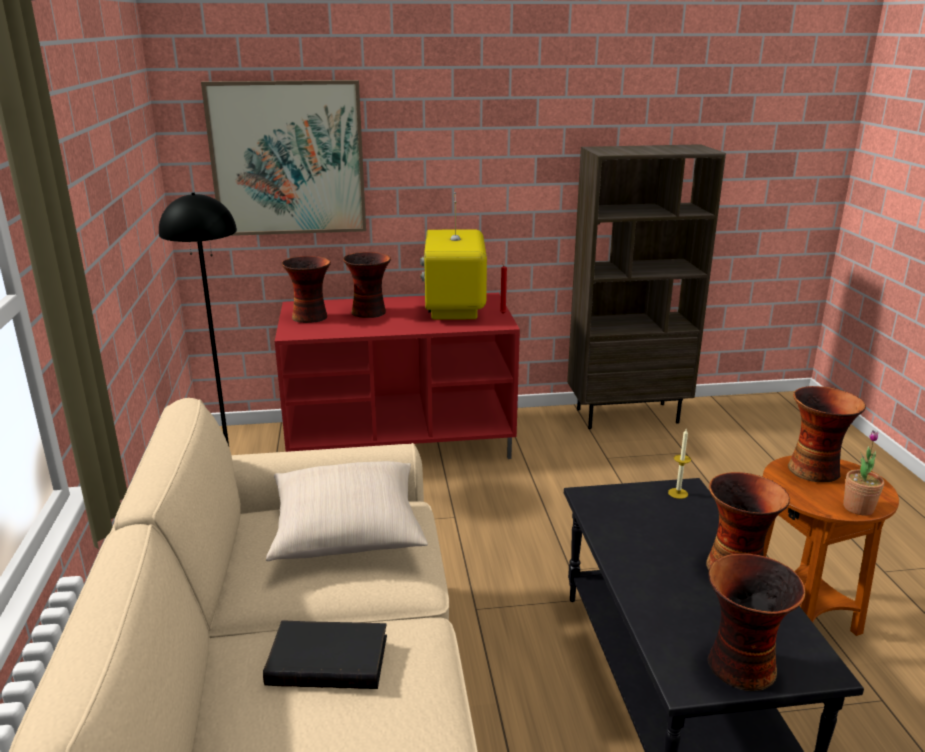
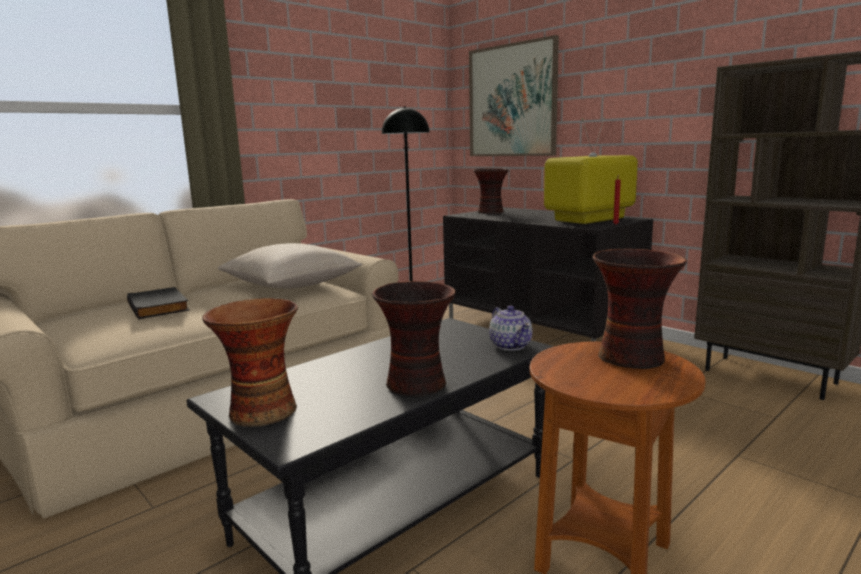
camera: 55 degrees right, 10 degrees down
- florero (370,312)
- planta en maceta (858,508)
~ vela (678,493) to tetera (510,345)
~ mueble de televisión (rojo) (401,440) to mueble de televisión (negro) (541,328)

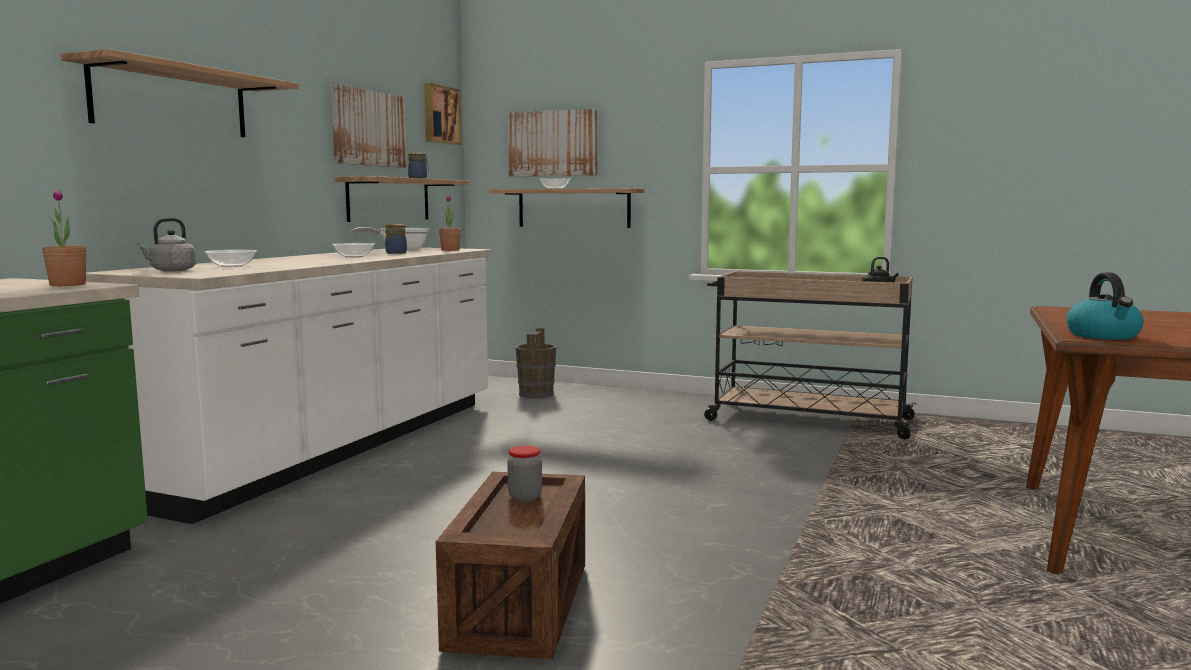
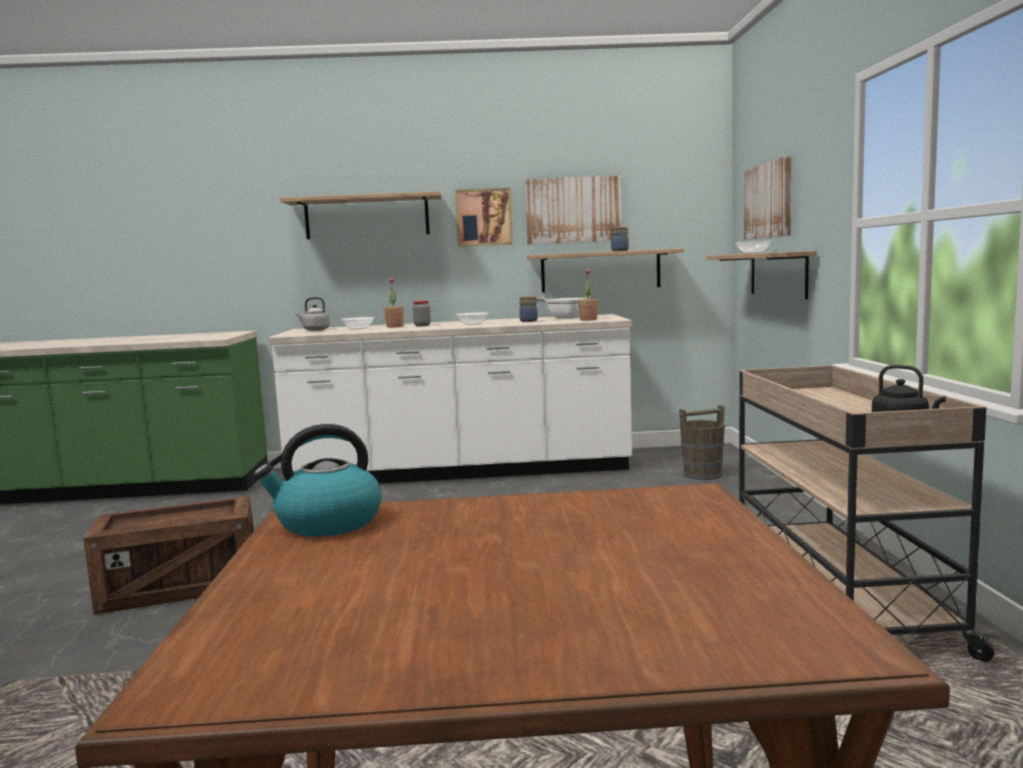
camera: 65 degrees right, 0 degrees up
~ planta en maceta (67,285) to (394,327)
~ cuadro (440,115) to (483,217)
~ tarro (525,497) to (422,325)

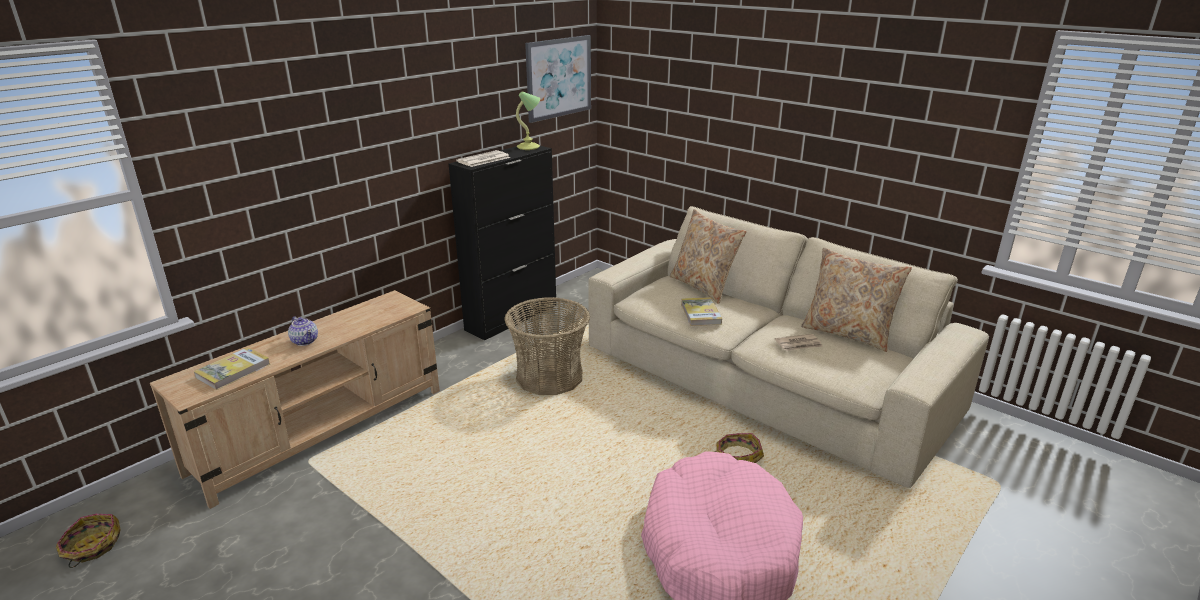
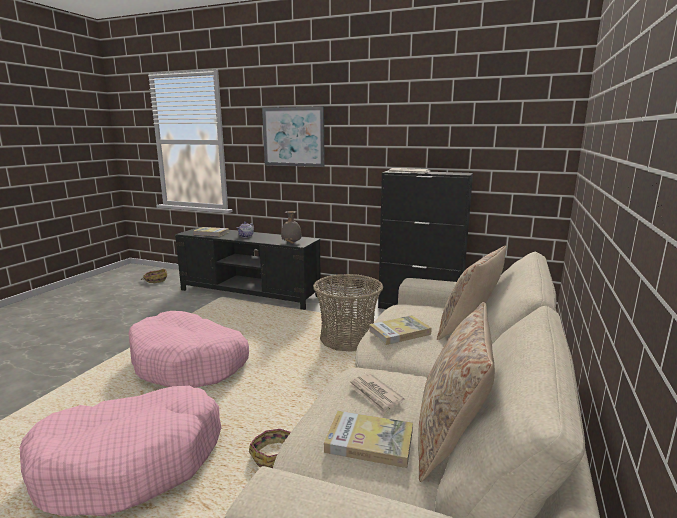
camera: 70 degrees right, 10 degrees down
- lámpara de mesa (529,147)
+ cama para perro (rosa) (189,363)
+ florero (gris) (291,243)
+ libro (369,441)
~ cuadro (559,77) to (293,137)
~ mueble de televisión (beis) (322,430) to mueble de televisión (negro) (250,293)

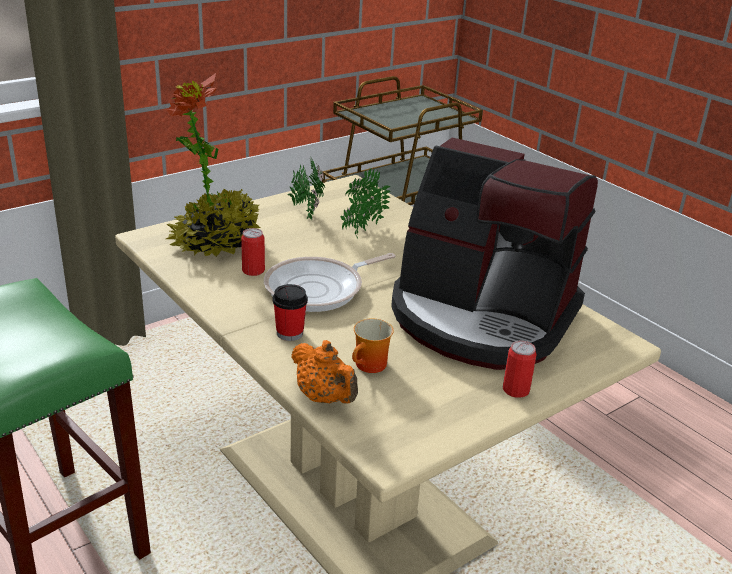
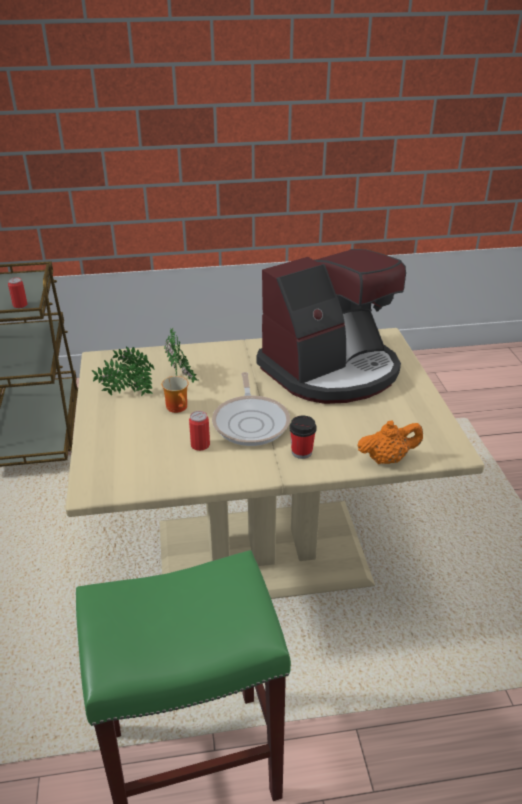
camera: 60 degrees left, 5 degrees up
- planta en maceta (215,242)
~ taza grande (371,367) to (179,407)
~ lata (516,390) to (20,305)

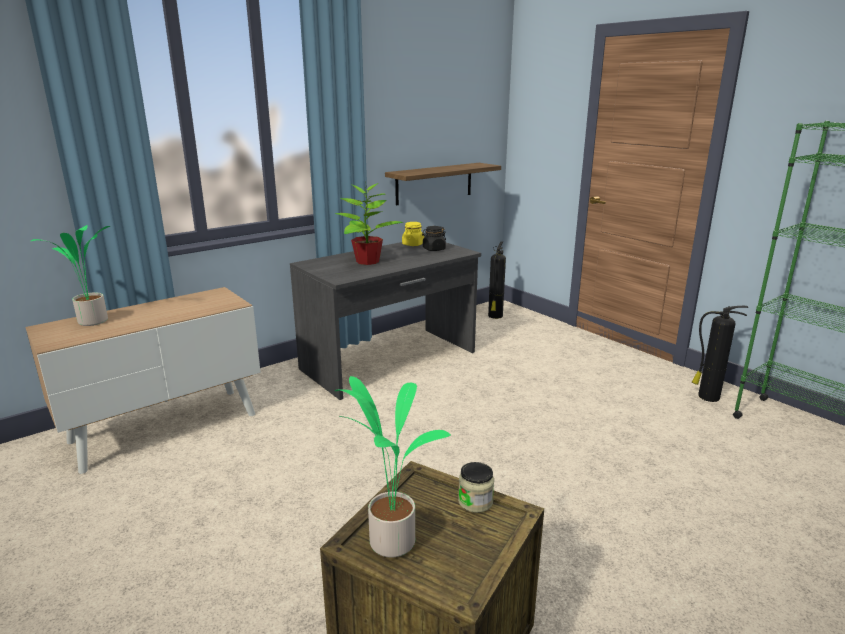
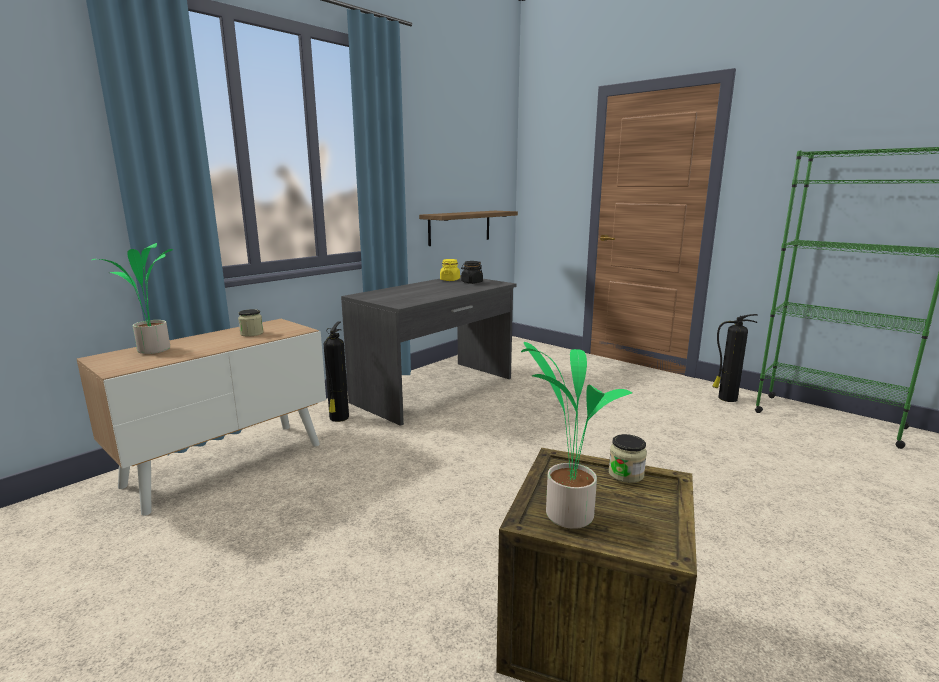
camera: 10 degrees left, 5 degrees down
- planta en maceta (367,261)
+ tarro (252,333)
~ extintor (495,316) to (338,418)

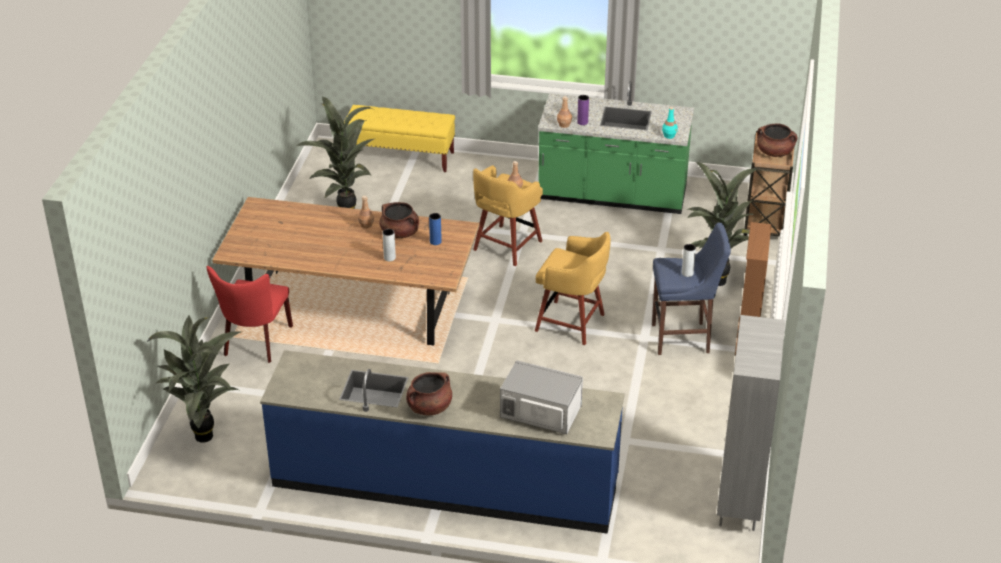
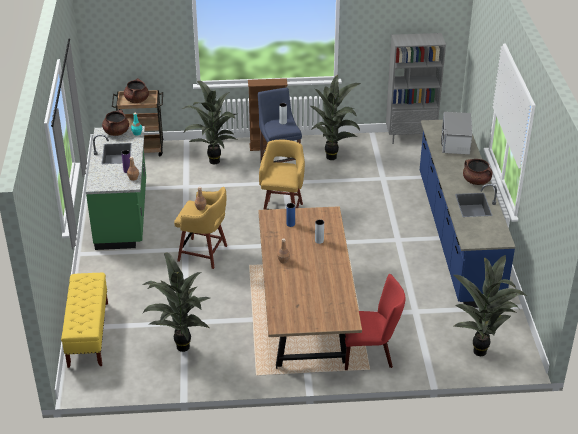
camera: 105 degrees left, 0 degrees up
+ planta en maceta (333,156)
~ olla (marrón) (400,233) to (116,132)

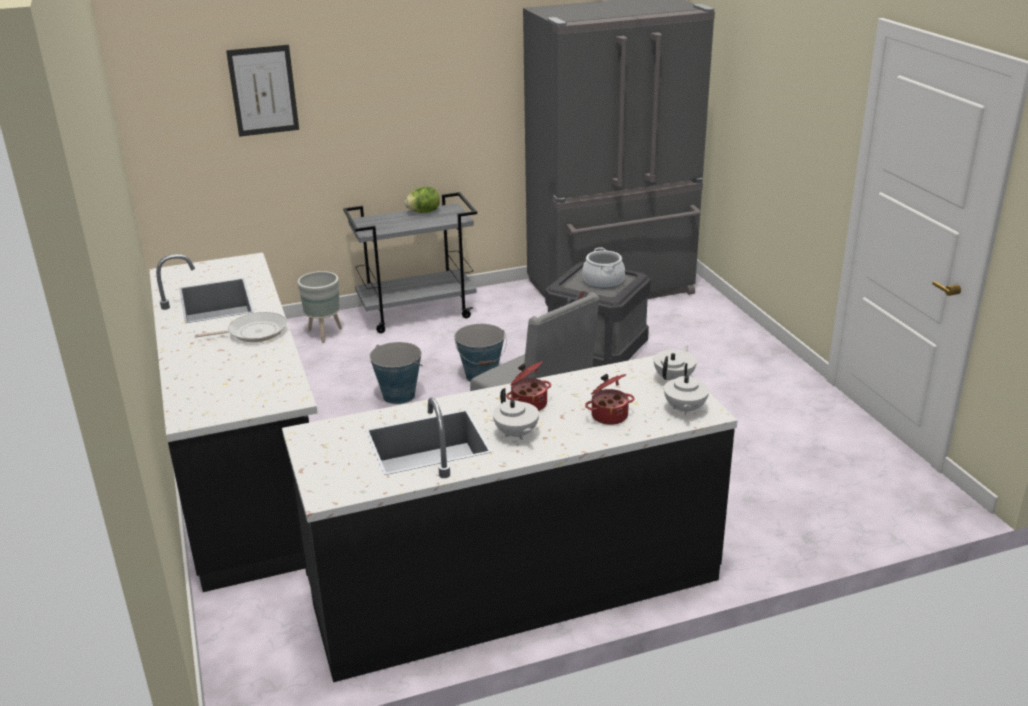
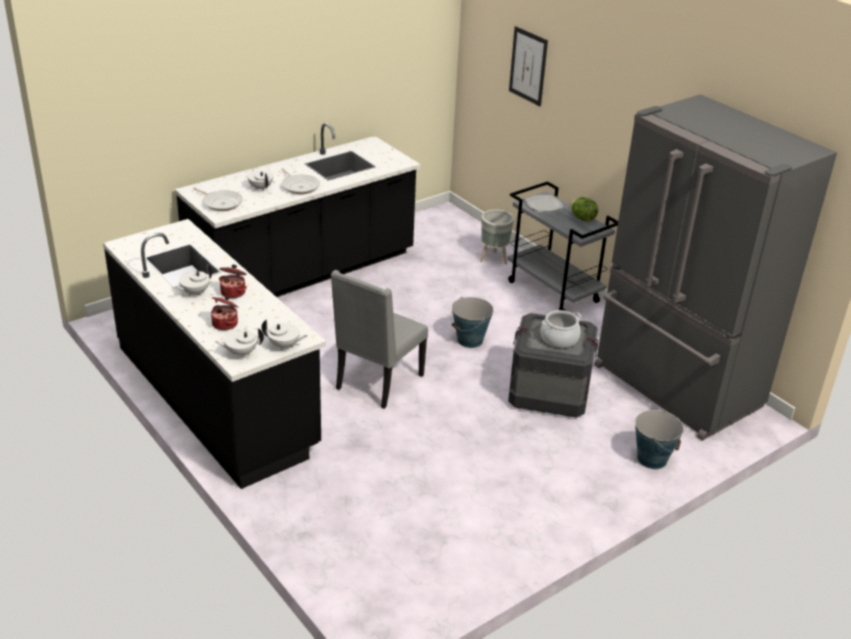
camera: 70 degrees right, 5 degrees up
+ sartén (221,203)
+ tetera (blanco) (261,187)
+ plato (543,205)
~ cubo (398,395) to (652,459)

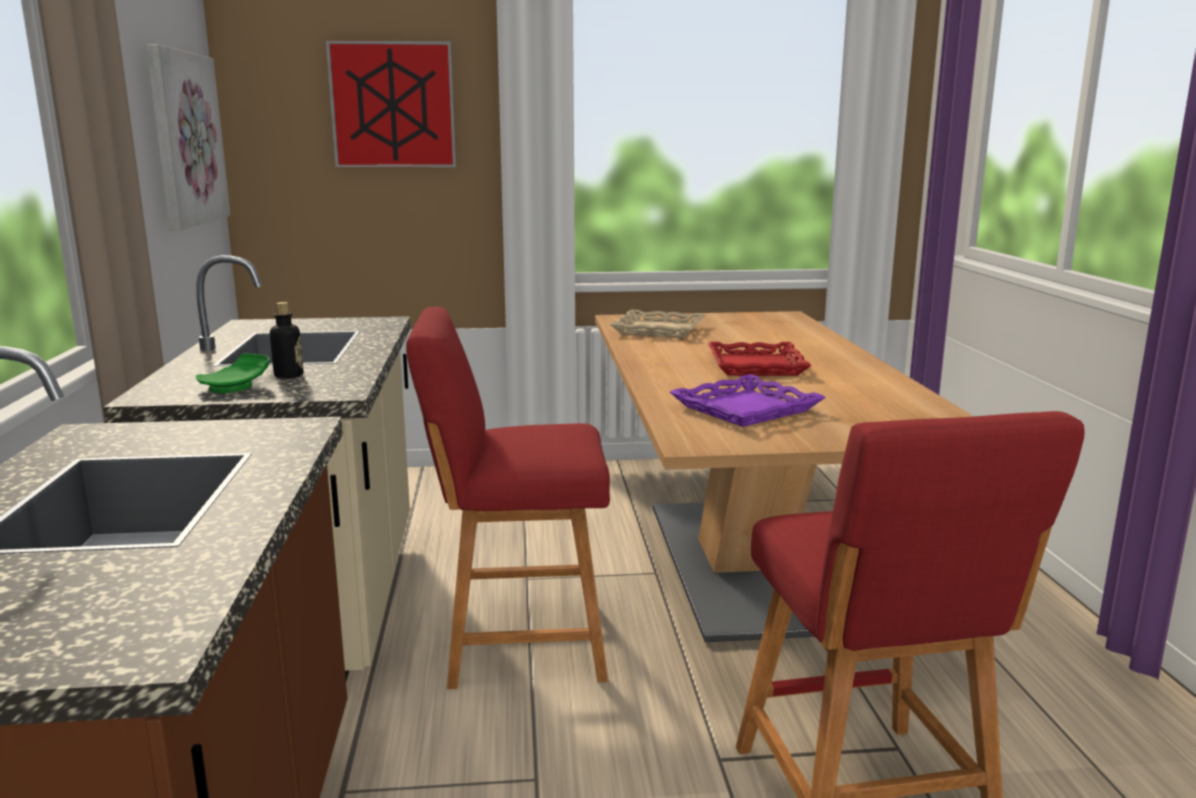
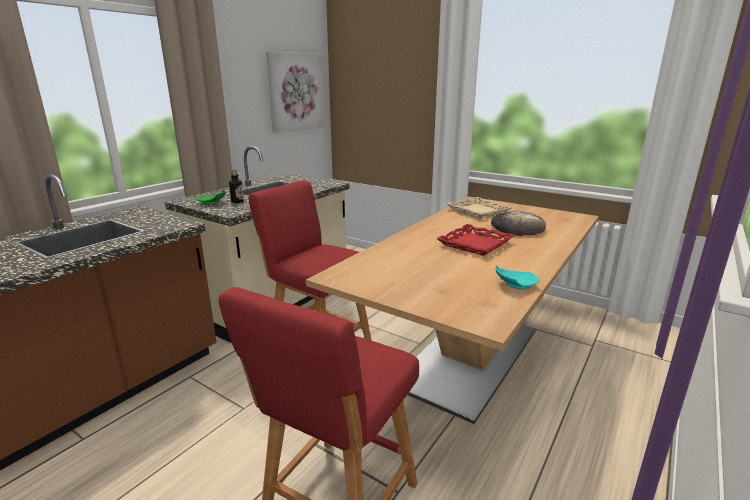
camera: 40 degrees right, 5 degrees up
- cuadro (393,105)
- bandeja (morado) (745,408)
+ pan (517,228)
+ plato (turquesa) (514,284)

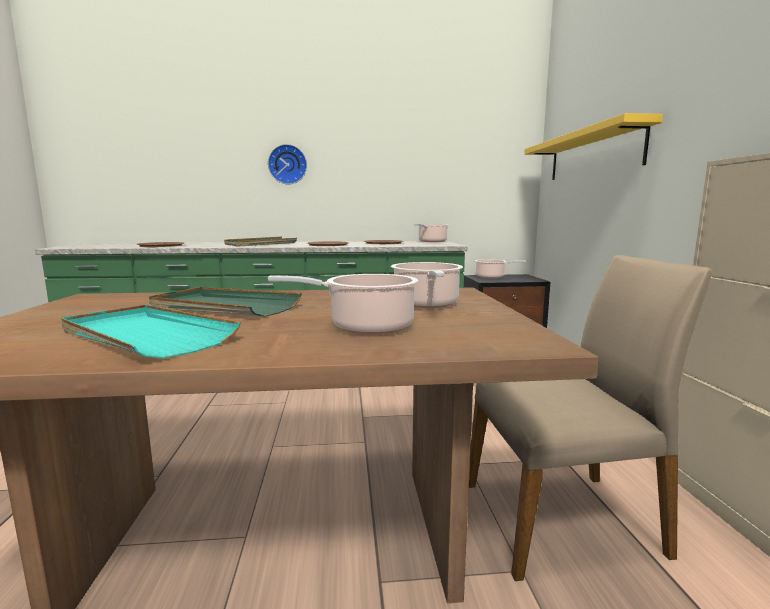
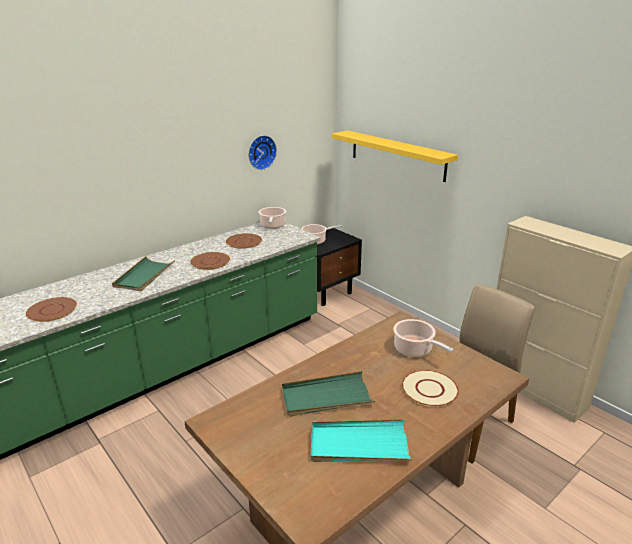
camera: 35 degrees left, 15 degrees up
~ reloj de pared (287,164) to (261,152)
~ olla (366,327) to plato (beis) (429,389)

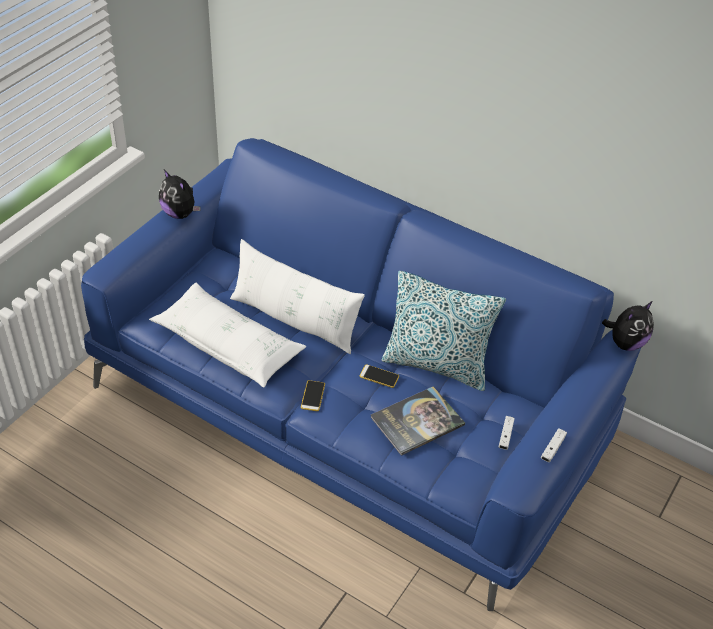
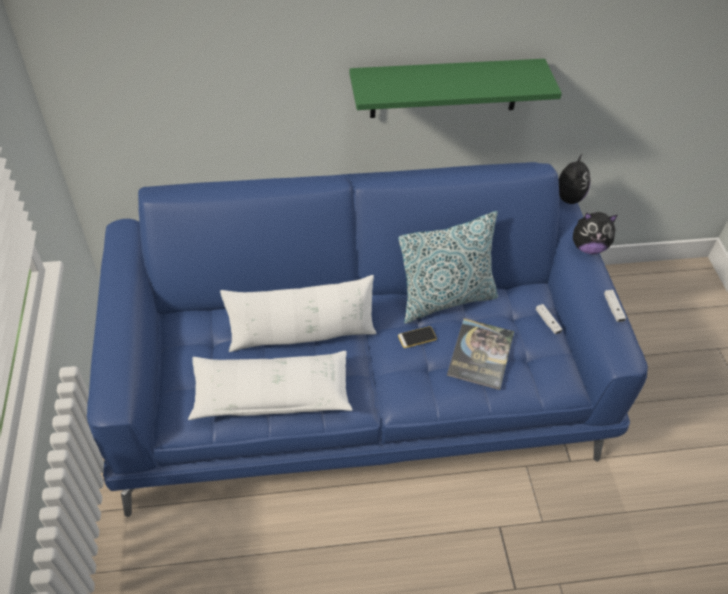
camera: 40 degrees left, 5 degrees up
- móvil (313,396)
+ estante (verde) (445,88)
~ peluche (180,213) to (588,247)

